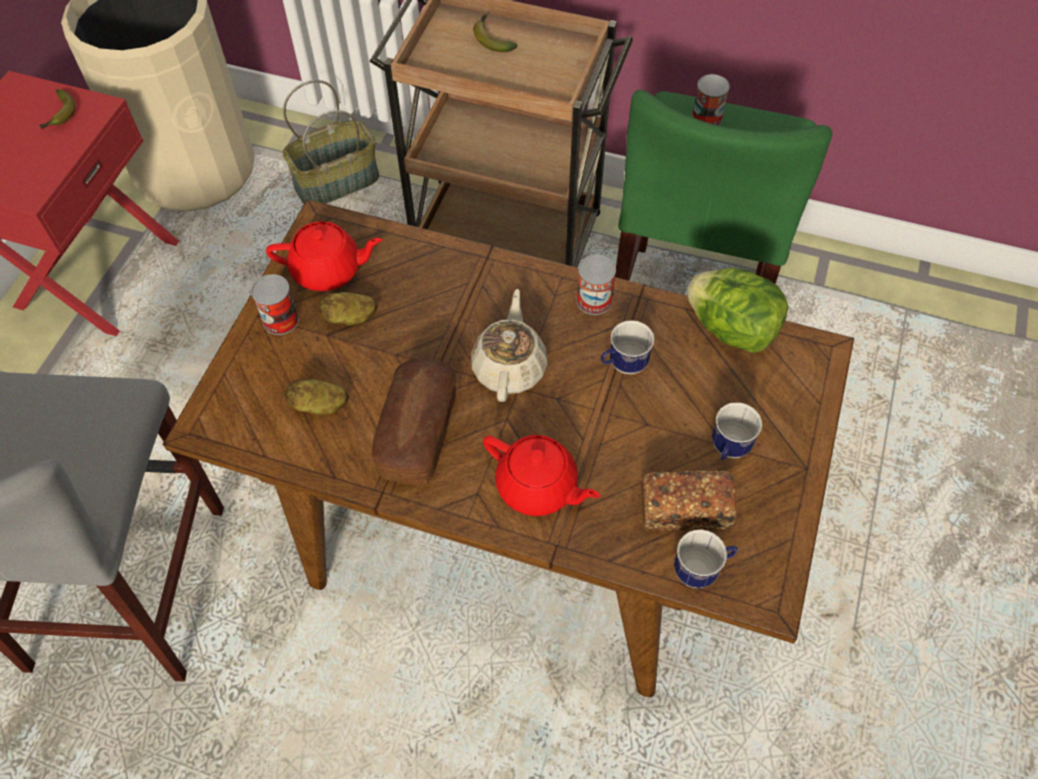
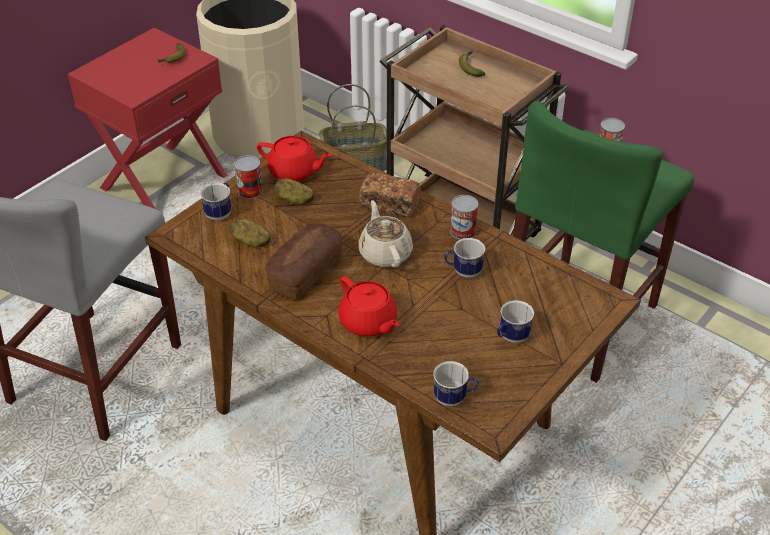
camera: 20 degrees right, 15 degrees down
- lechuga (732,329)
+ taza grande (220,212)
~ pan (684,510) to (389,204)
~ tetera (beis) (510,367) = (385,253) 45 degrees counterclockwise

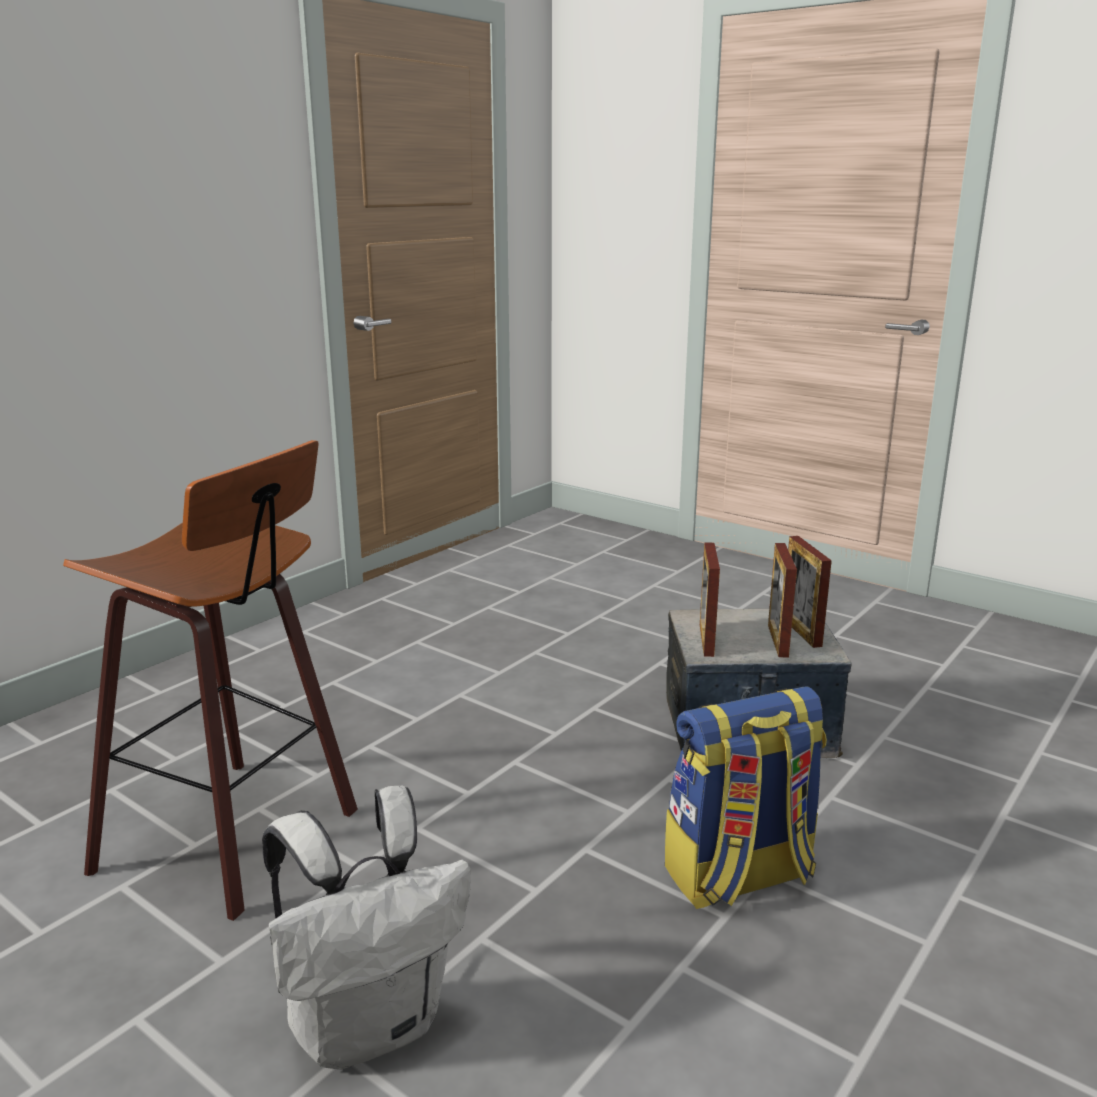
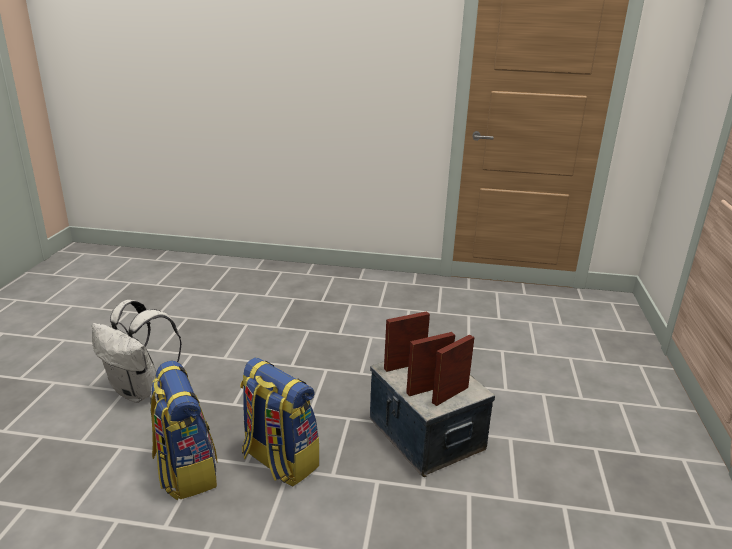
camera: 60 degrees right, 5 degrees up
- taburete (239,838)
+ mochila (185,470)

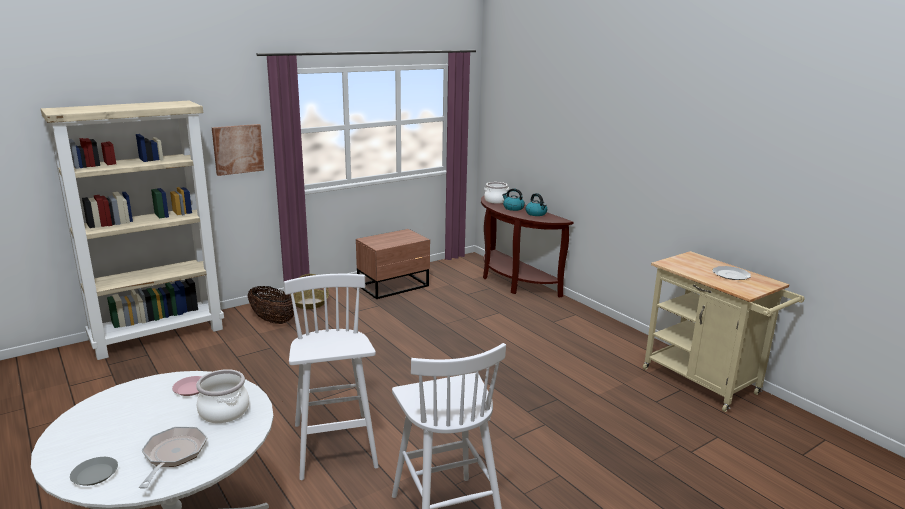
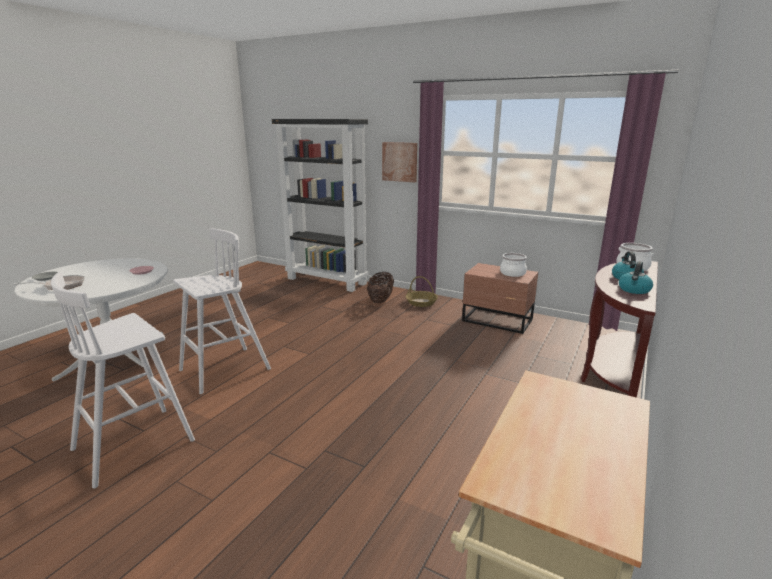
camera: 65 degrees right, 0 degrees up
- plato (730,274)
~ olla (223,411) to (512,273)
~ estantería (beis) (159,335) to estantería (negro) (327,281)

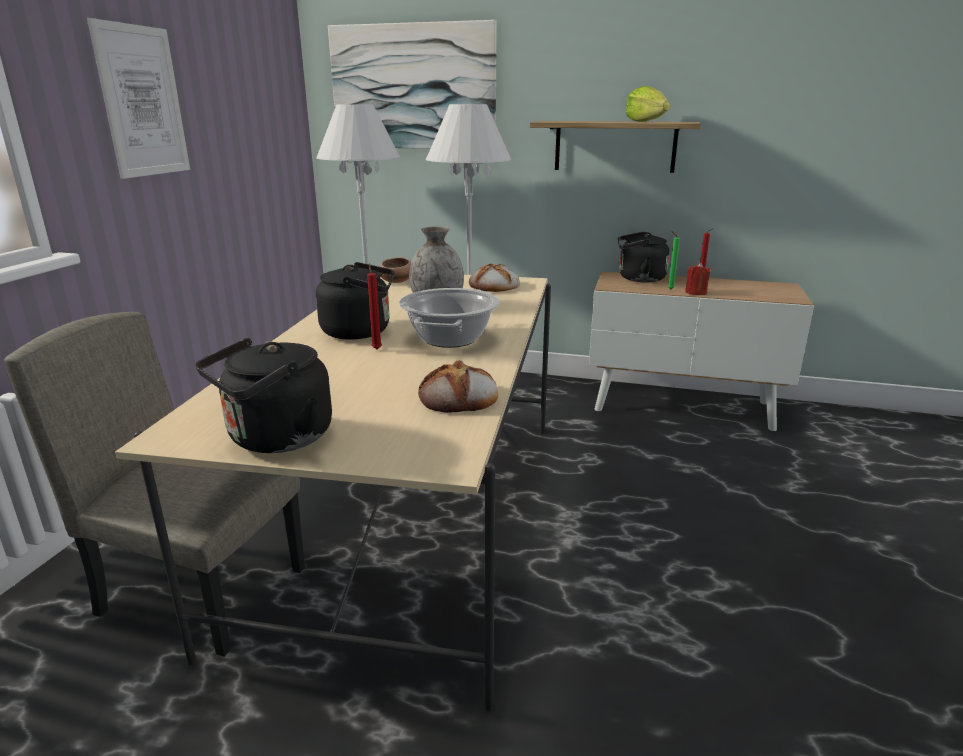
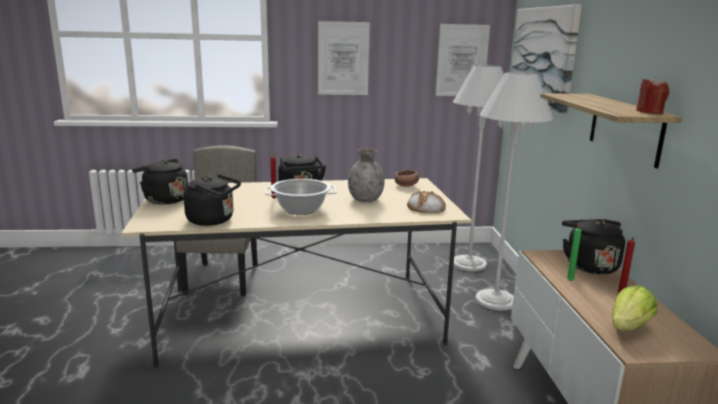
camera: 70 degrees right, 5 degrees down
+ cuadro (462,60)
~ lechuga (646,121) to (628,327)
~ vela (rojo) (696,292) to (649,112)
~ pan (459,397) to hervidor (negro) (213,220)

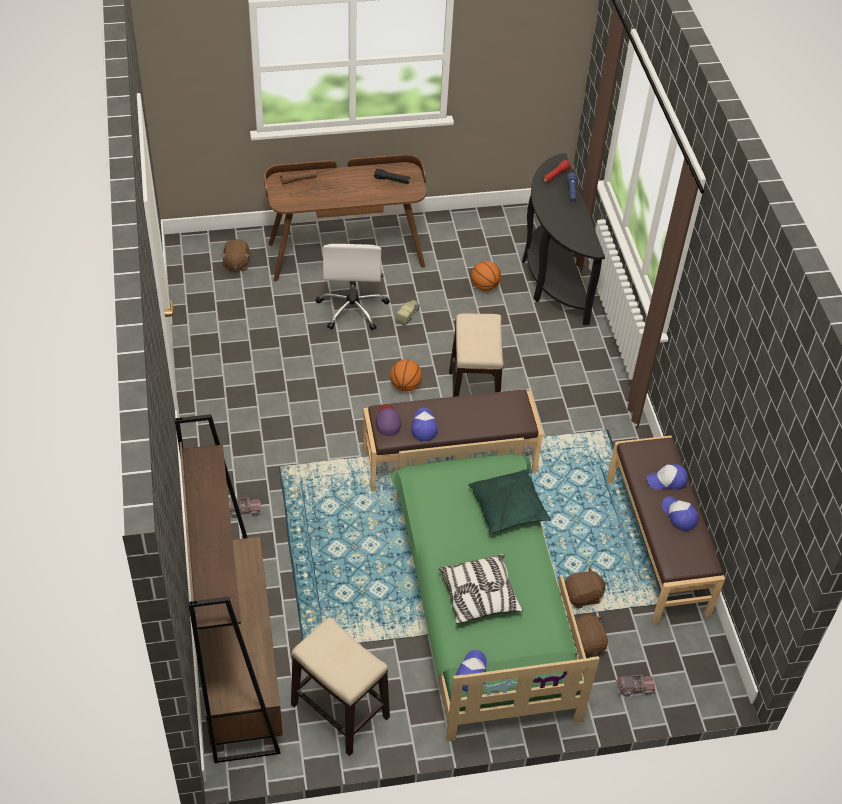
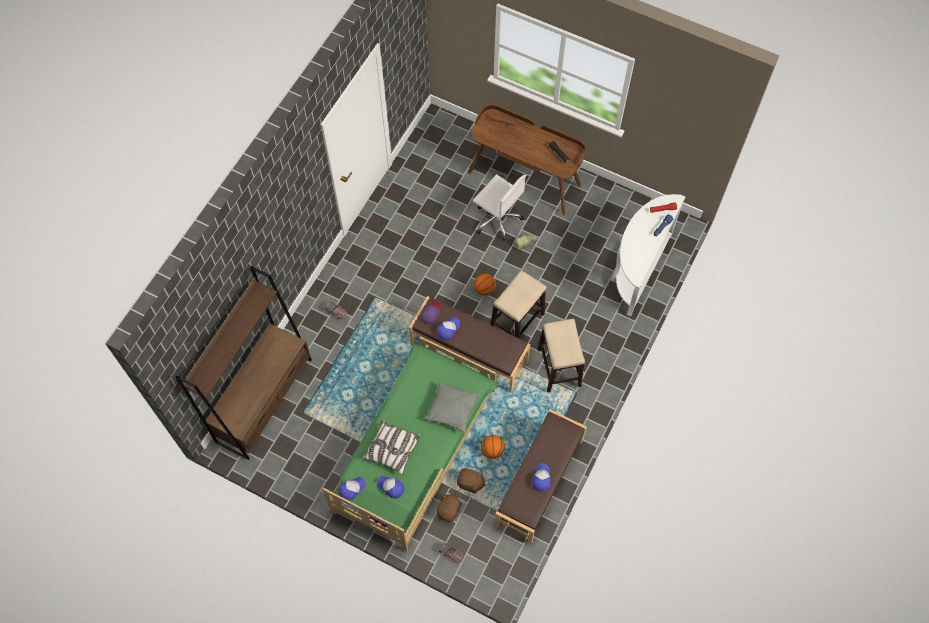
camera: 40 degrees right, 15 degrees up
- peluche (marrón) (236,263)
~ taburete (341,711) to (559,368)
~ balón de baloncesto (485,286) to (492,450)
~ gorra (667,481) to (391,487)
~ cojín (verde) (508,509) to cojín (gris) (452,410)
~ mesa consola (negro) (552,277) to mesa consola (blanco) (637,269)
~ silla de oficina (blanco) (352,308) = (497,219) 90 degrees counterclockwise

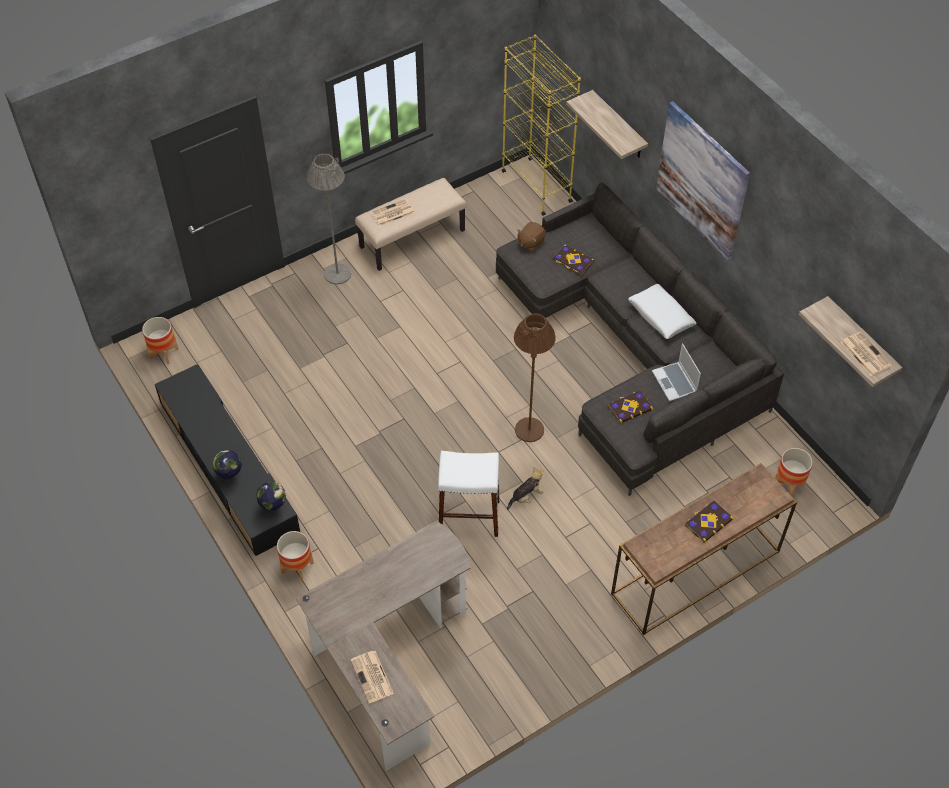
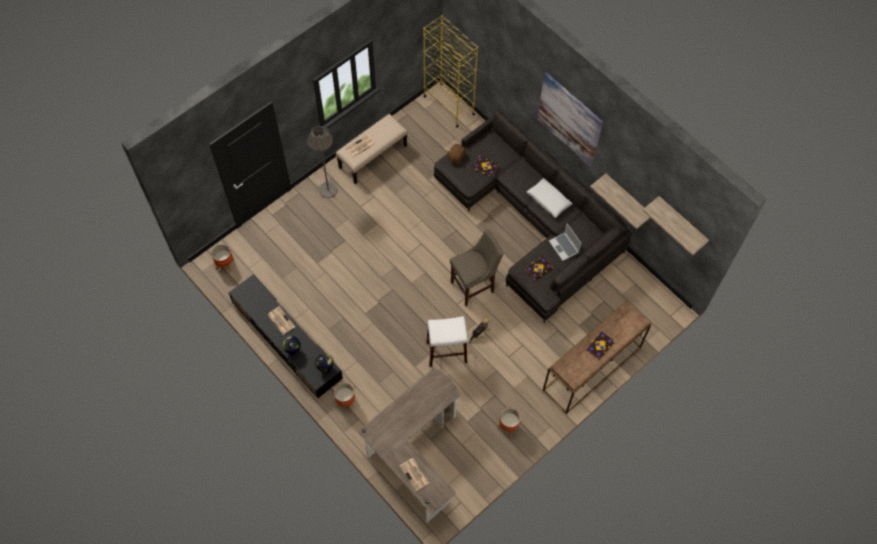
camera: 10 degrees left, 10 degrees up
~ estante (618,126) to (627,198)
~ maceta (788,485) to (508,427)
~ periódico (864,354) to (281,320)
~ lámpara de pie (marrón) (529,430) to taburete (beis) (474,286)

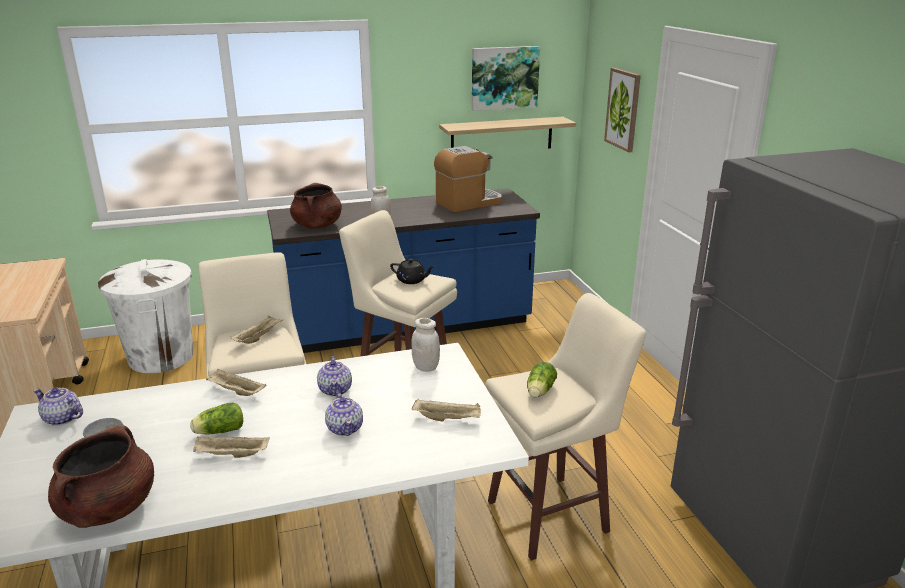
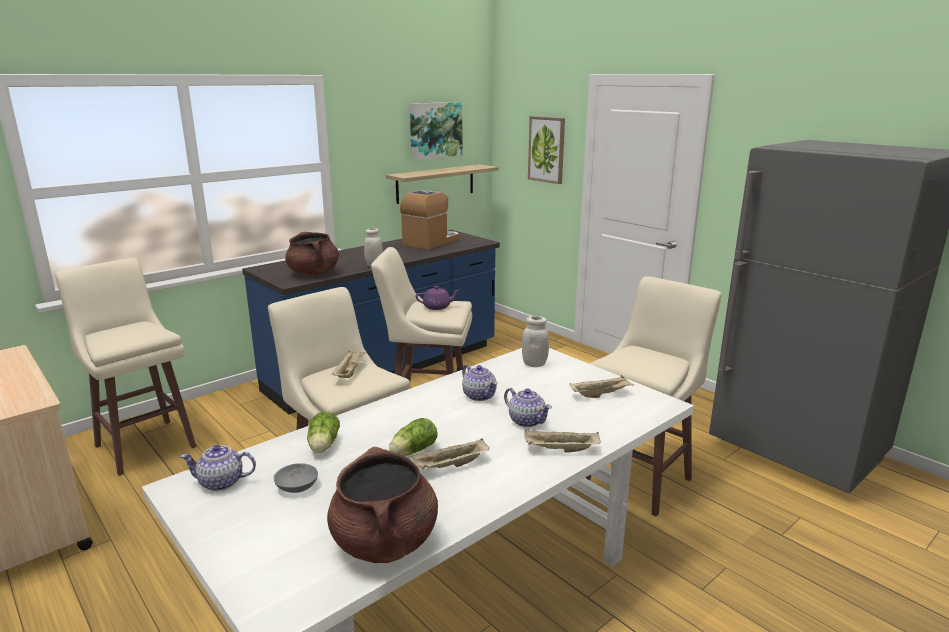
camera: 25 degrees left, 5 degrees down
~ bandeja (beis) (236,391) to (560,450)
~ lechuga (539,391) to (323,446)
~ papelera (blanco) (161,357) to taburete (beis) (145,445)
~ tetera (negro) (412,280) to tetera (morado) (437,307)

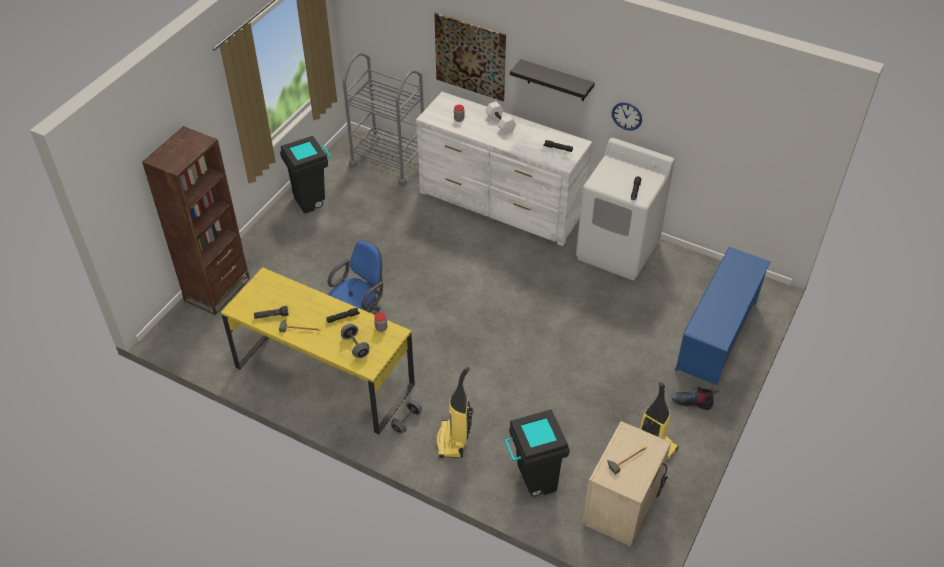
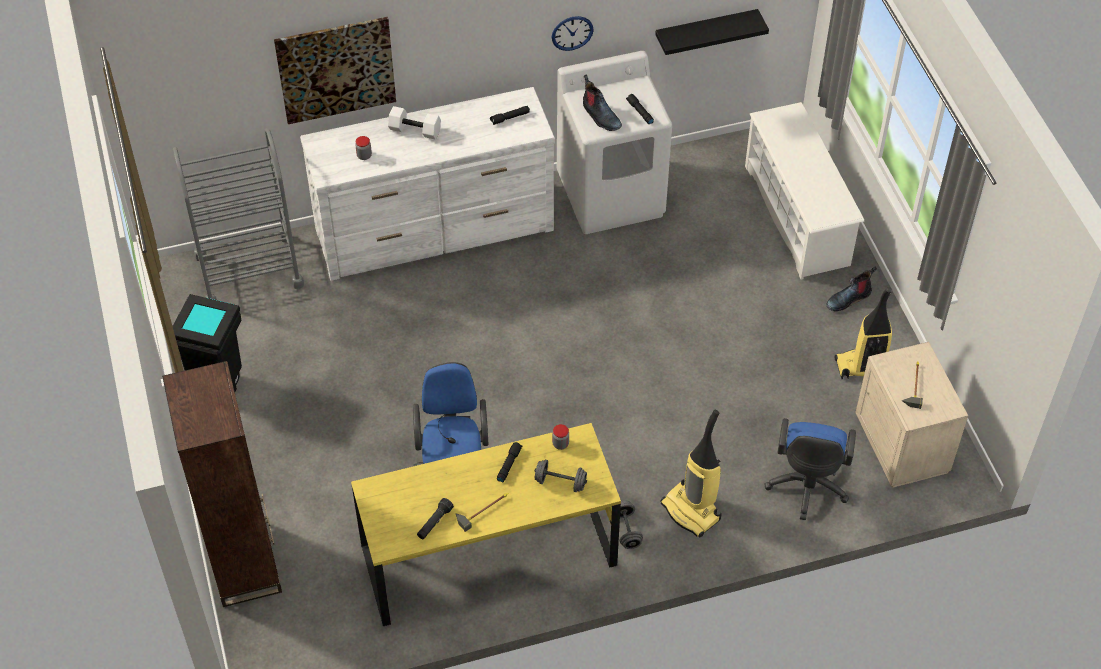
camera: 45 degrees left, 5 degrees up
+ bota (600,116)
~ estante (negro) (556,81) to (705,31)
~ papelera (negro) (533,482) to silla de oficina (azul) (806,488)
~ zapatero (azul) (717,335) to zapatero (blanco) (797,216)

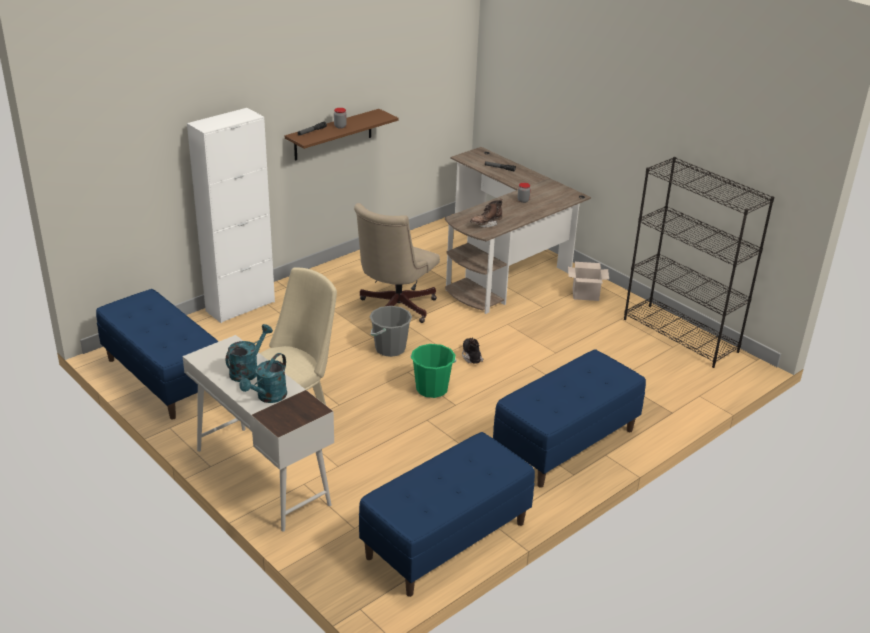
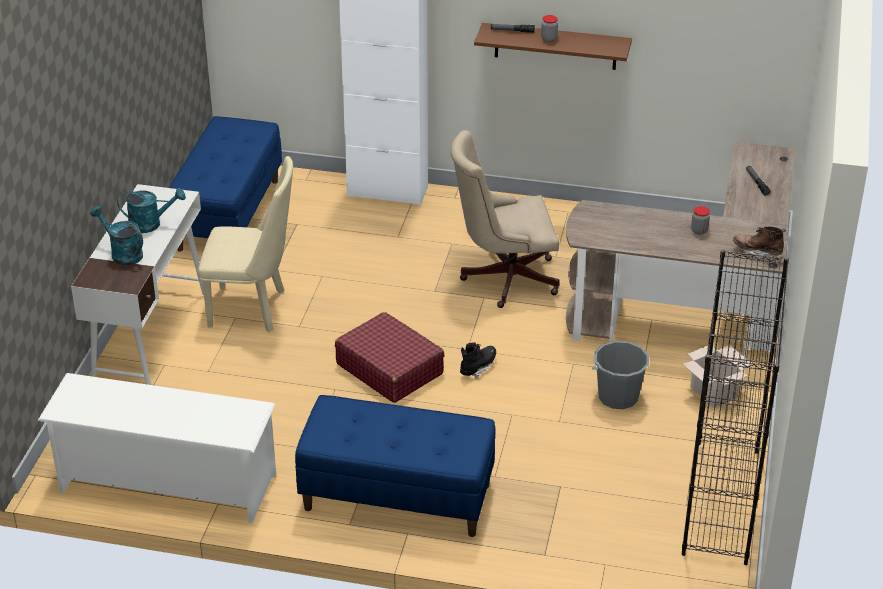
camera: 55 degrees right, 5 degrees up
~ cubo (gris) (390,349) to (618,397)
~ bota (marrón) (486,224) to (757,252)
~ banco (azul) (446,541) to zapatero (blanco) (166,484)
~ cubo (verde) (432,389) to maleta (rojo) (389,368)
~ regadera (turquesa) (268,397) = (122,253) 45 degrees clockwise

